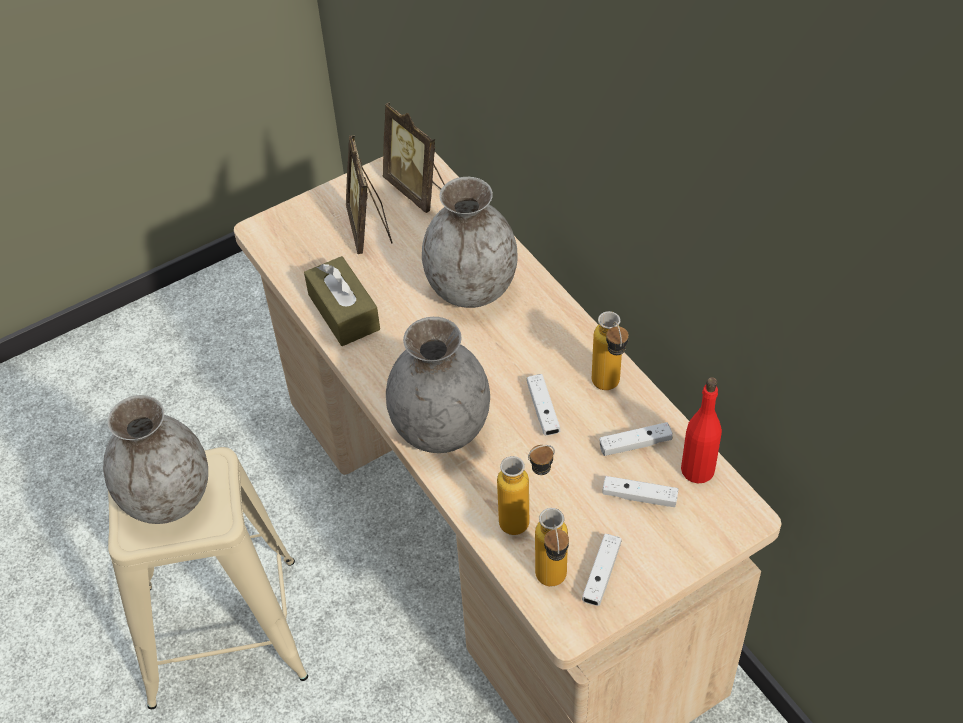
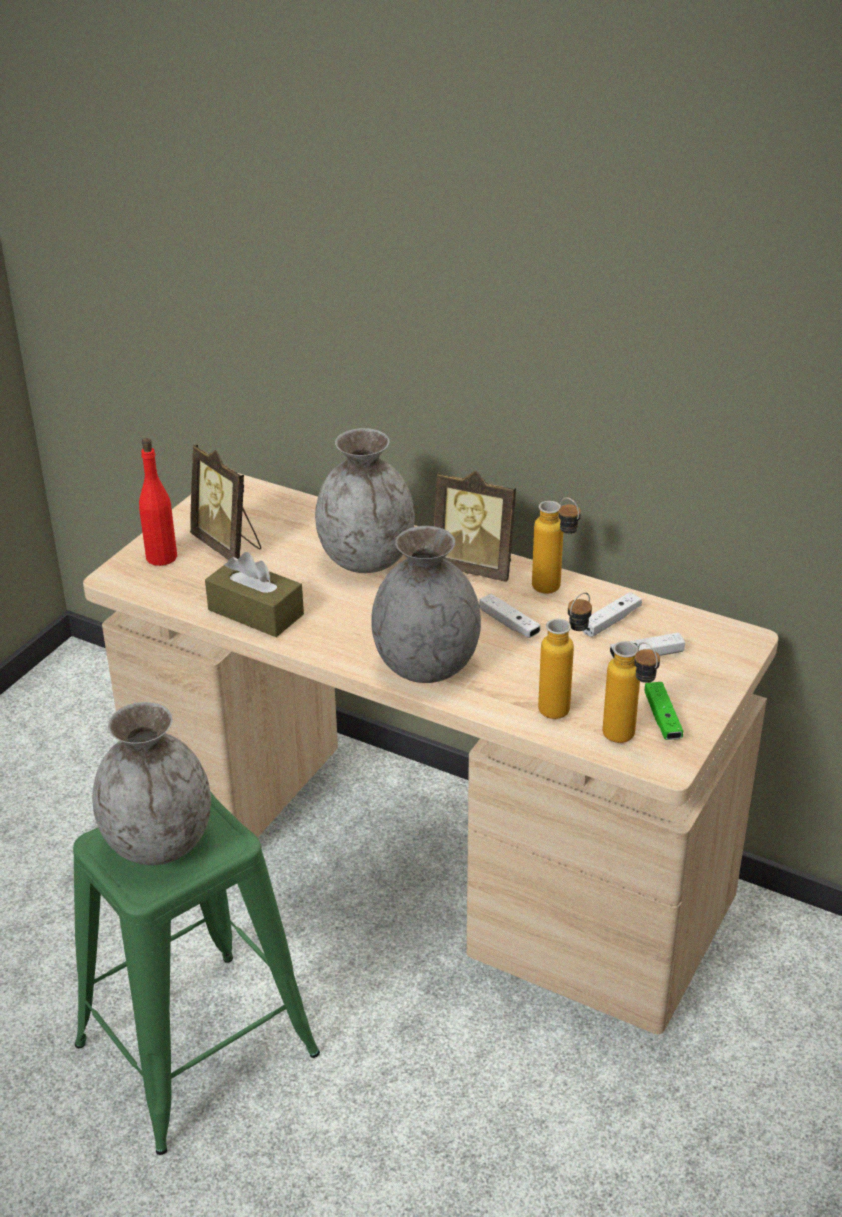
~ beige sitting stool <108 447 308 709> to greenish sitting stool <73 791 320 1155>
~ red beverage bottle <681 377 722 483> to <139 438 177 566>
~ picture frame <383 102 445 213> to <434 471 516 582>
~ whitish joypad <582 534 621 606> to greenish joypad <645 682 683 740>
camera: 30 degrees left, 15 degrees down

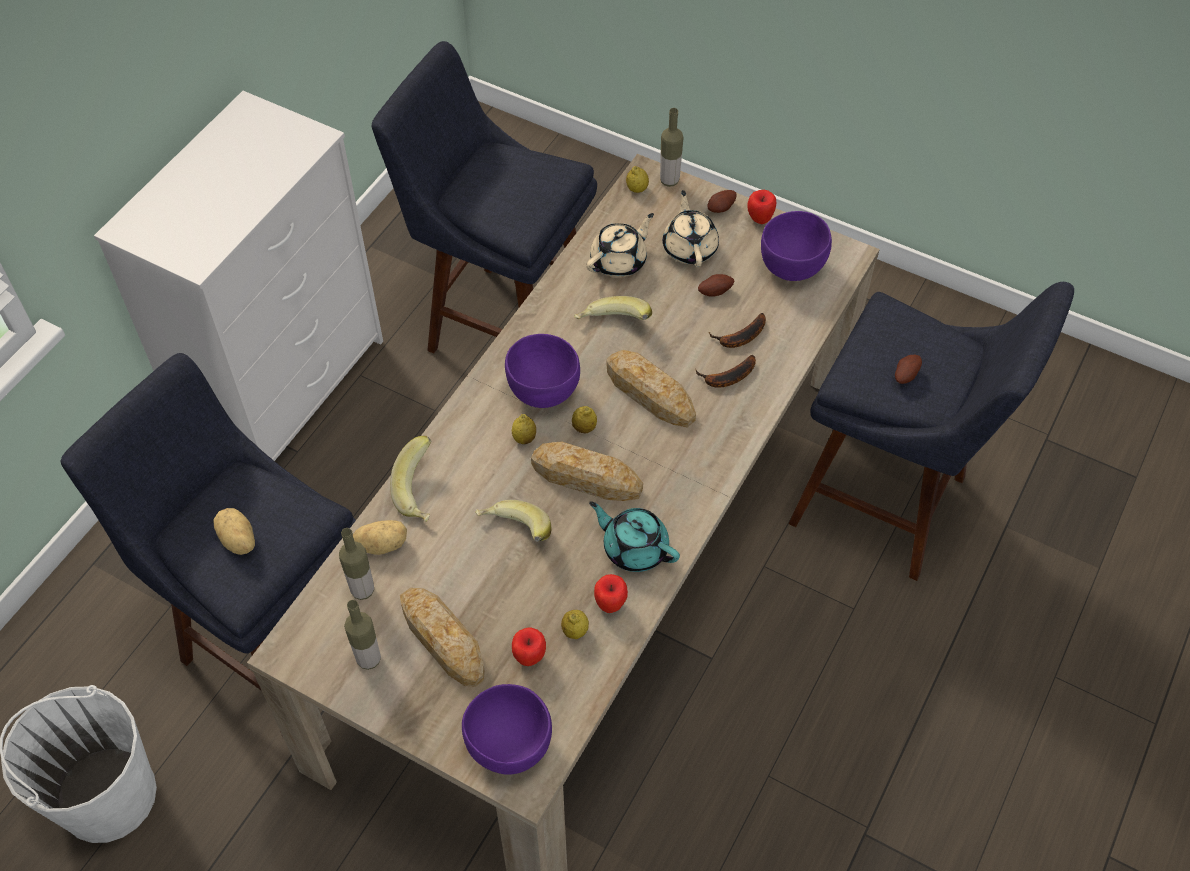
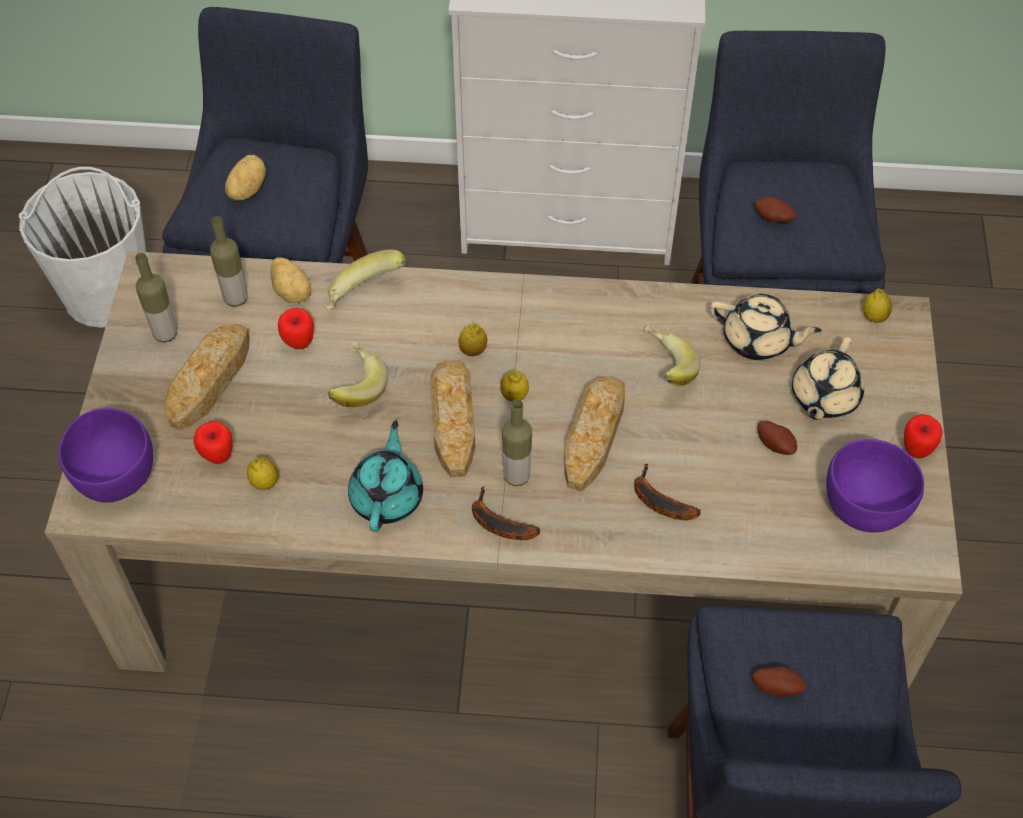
~ whole apple <594 574 628 613> to <278 308 314 349>
~ banana <709 313 766 348> to <472 486 540 540>
~ beverage bottle <660 108 684 187> to <502 400 532 486>
~ potato <707 190 737 213> to <755 197 796 223>
~ beige tea pot <663 190 719 267> = <792 337 864 420> 150 degrees clockwise
- purple bowl <505 334 580 408>
camera: 65 degrees right, 0 degrees up

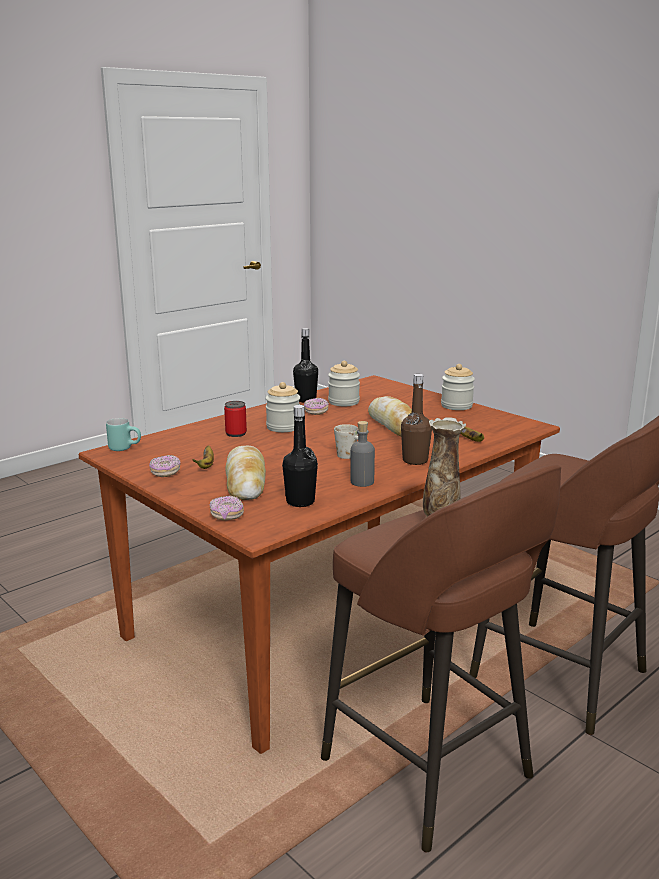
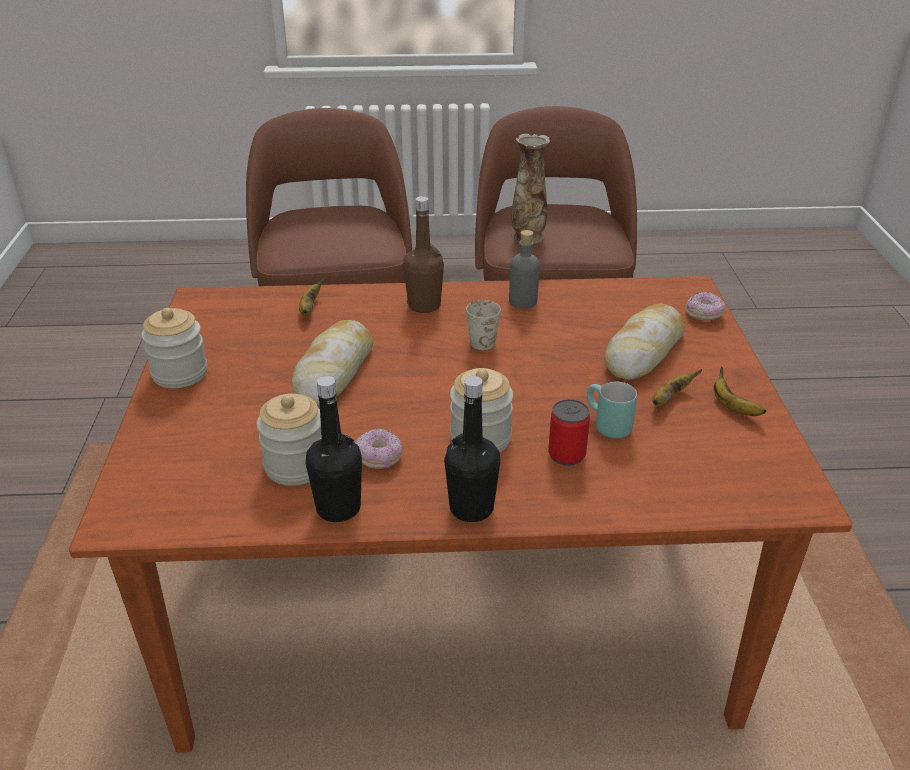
~ black-coloured beverage bottle <282 405 318 507> to <444 376 500 522>
~ turquoise-coloured coffee mug <106 418 141 451> to <587 382 637 438>
~ doughnut <149 455 180 477> to banana <714 366 766 416>
camera: 140 degrees left, 15 degrees up

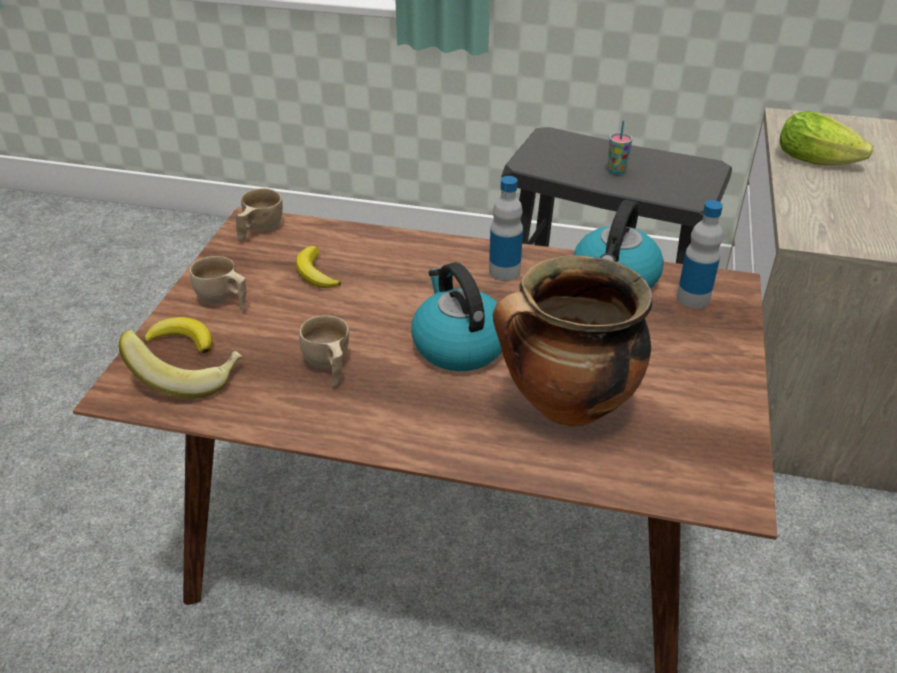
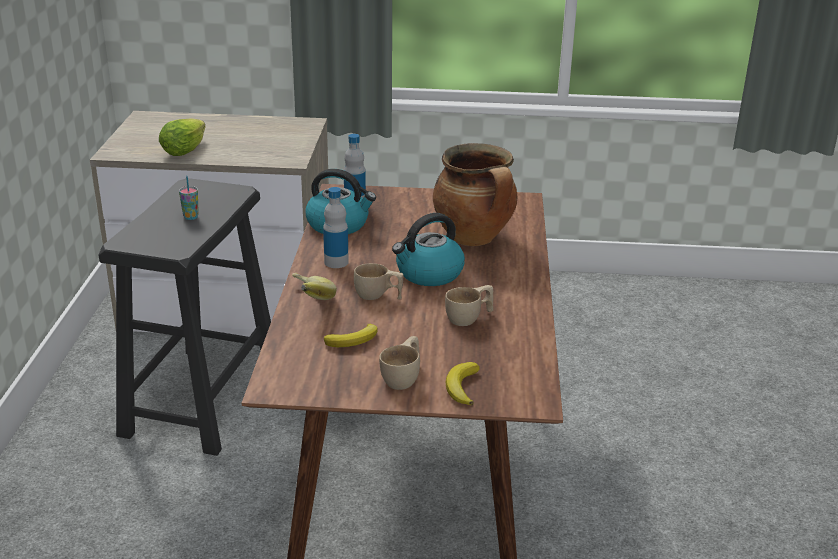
~ banana <119 330 242 399> to <292 273 337 300>
~ beige small cup <235 188 283 241> to <354 263 403 300>
camera: 100 degrees left, 10 degrees down

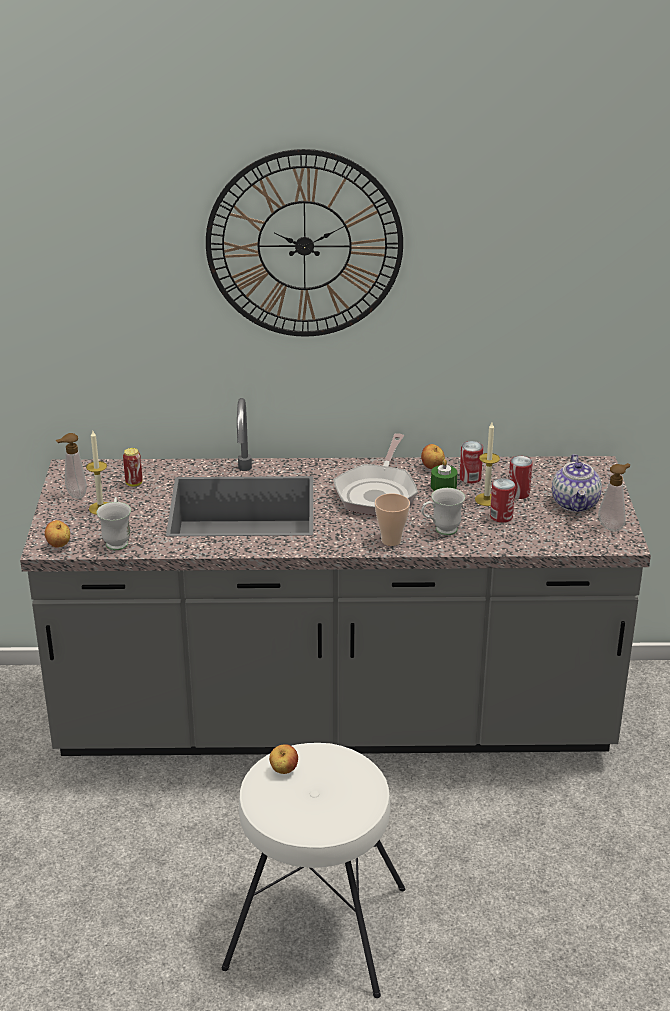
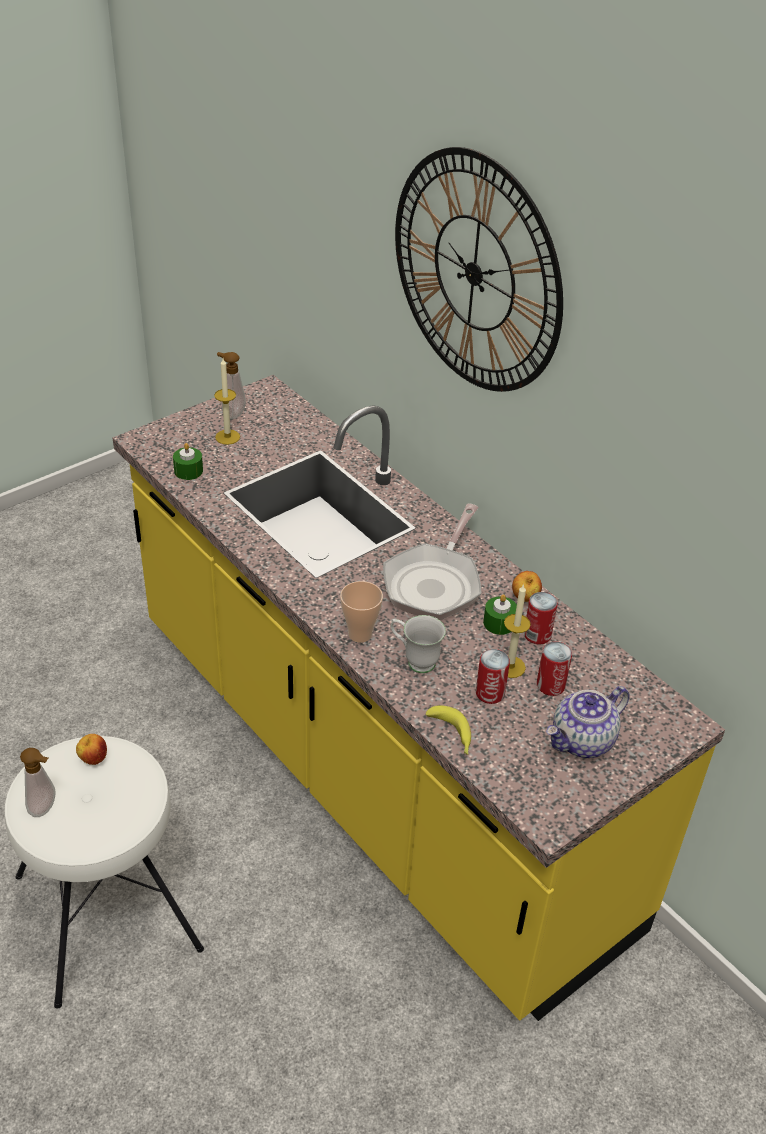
~ soap dispenser <598 463 630 532> to <20 748 56 817>
~ gray kitchen base unit <20 398 651 756> to yellowish kitchen base unit <112 375 725 1021>
~ whitish coffee mug <97 497 131 550> to greenish wax candle <173 443 203 480>
~ skillet <333 433 418 516> = <383 504 482 620> 45 degrees counterclockwise
+ banana <425 705 471 755>
- whole apple <44 520 70 548>
- metal can <123 448 142 487>
camera: 50 degrees right, 10 degrees up

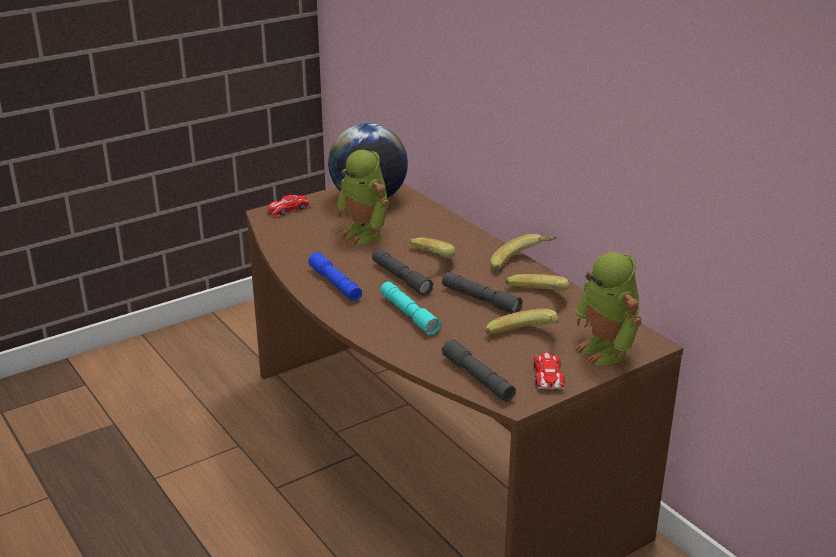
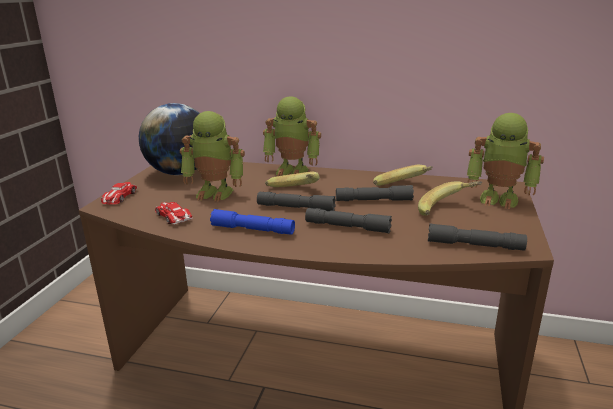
~ miniature car <533 351 565 390> to <155 202 193 224>
+ robot figure <263 96 321 176>
~ turquoise-coloured hand torch <380 282 441 335> to gray hand torch <305 208 392 233>
- banana <490 234 557 270>
camera: 40 degrees left, 5 degrees down

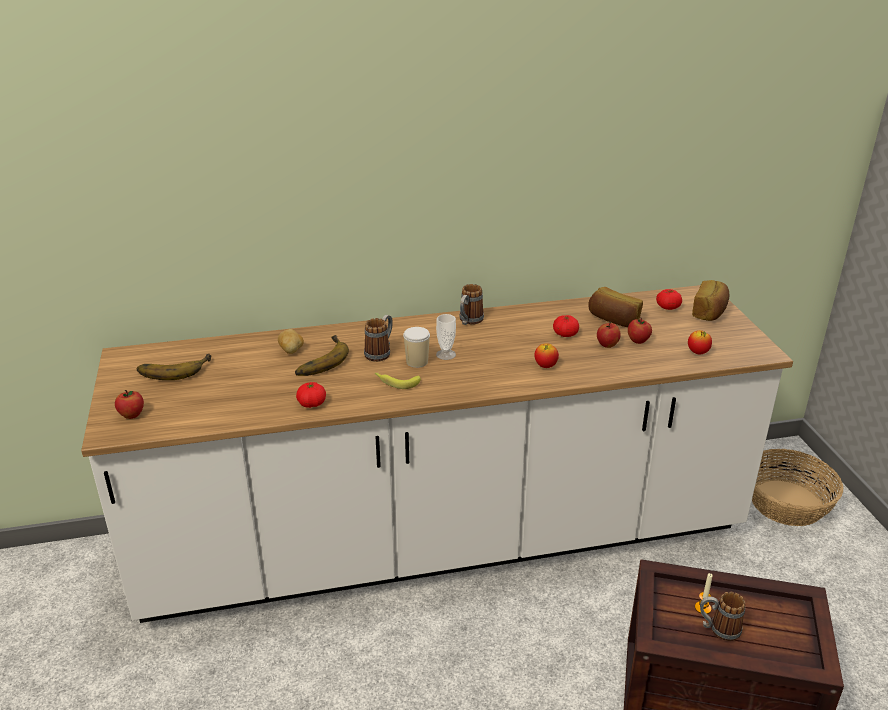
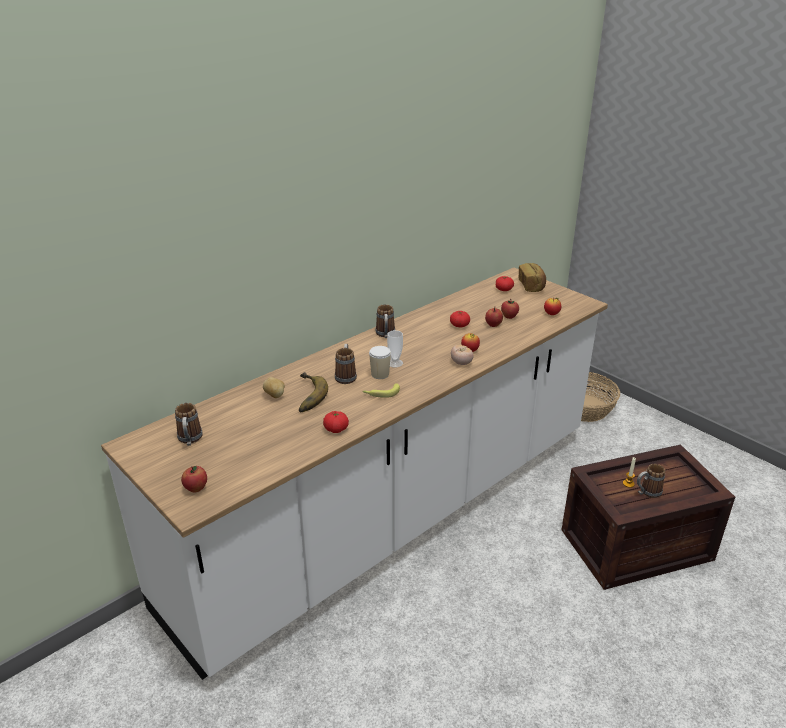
~ banana <137 354 211 380> to coffee mug <175 403 203 446>
+ whole tomato <451 345 474 365>
- baked bread <588 287 643 327>
camera: 30 degrees left, 0 degrees up

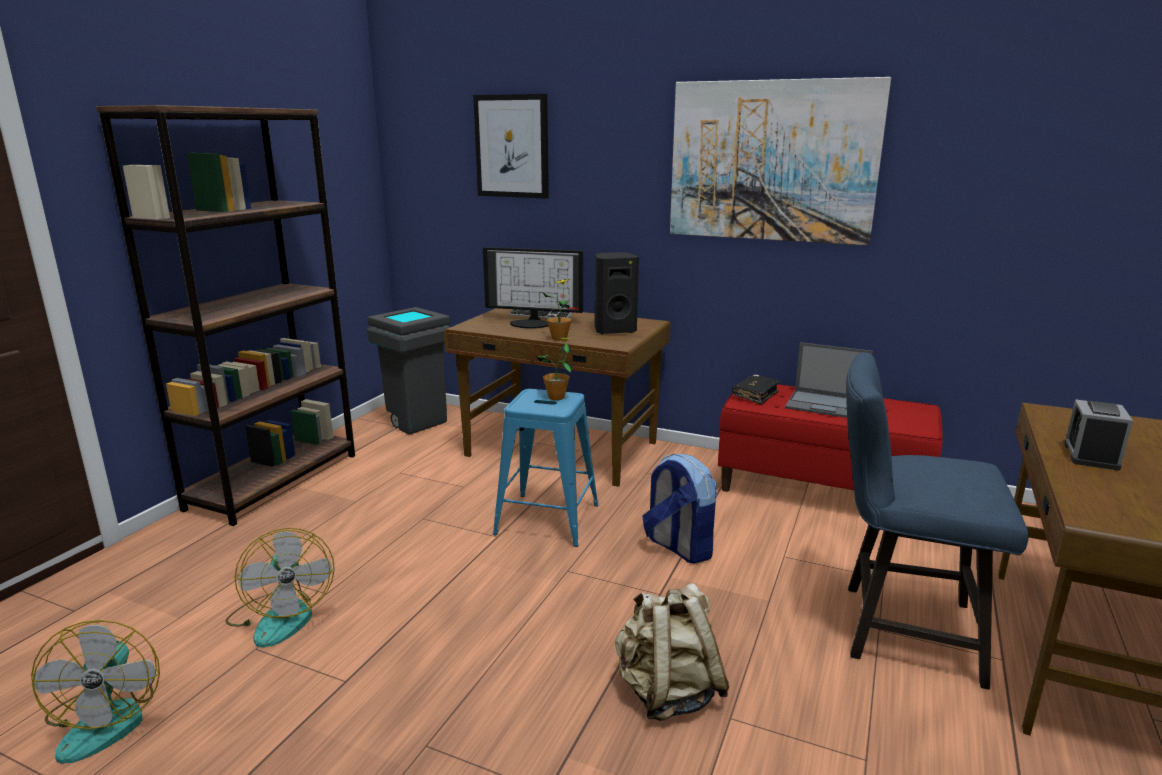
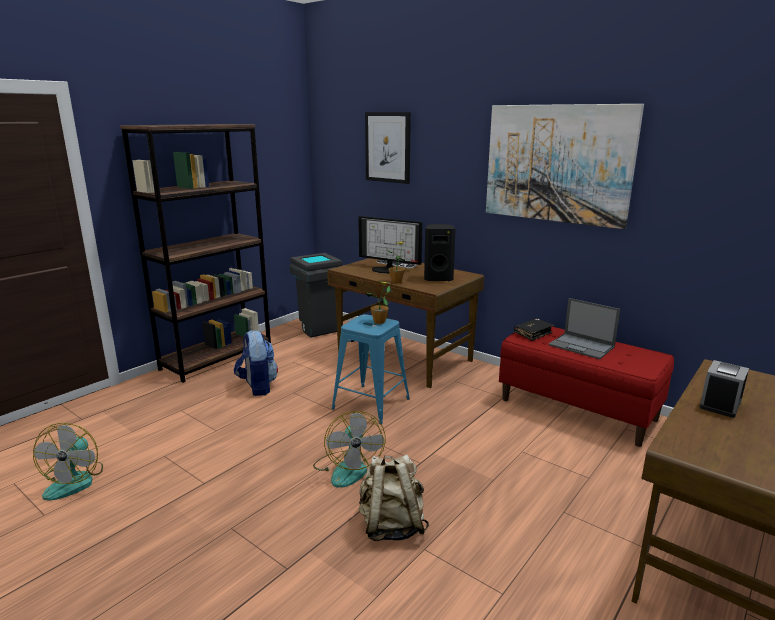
~ backpack <642 454 717 564> to <234 330 278 396>
~ fan <226 528 335 647> to <313 411 385 488>
- blue upright chair <846 352 1029 690>
camera: 15 degrees right, 0 degrees up

